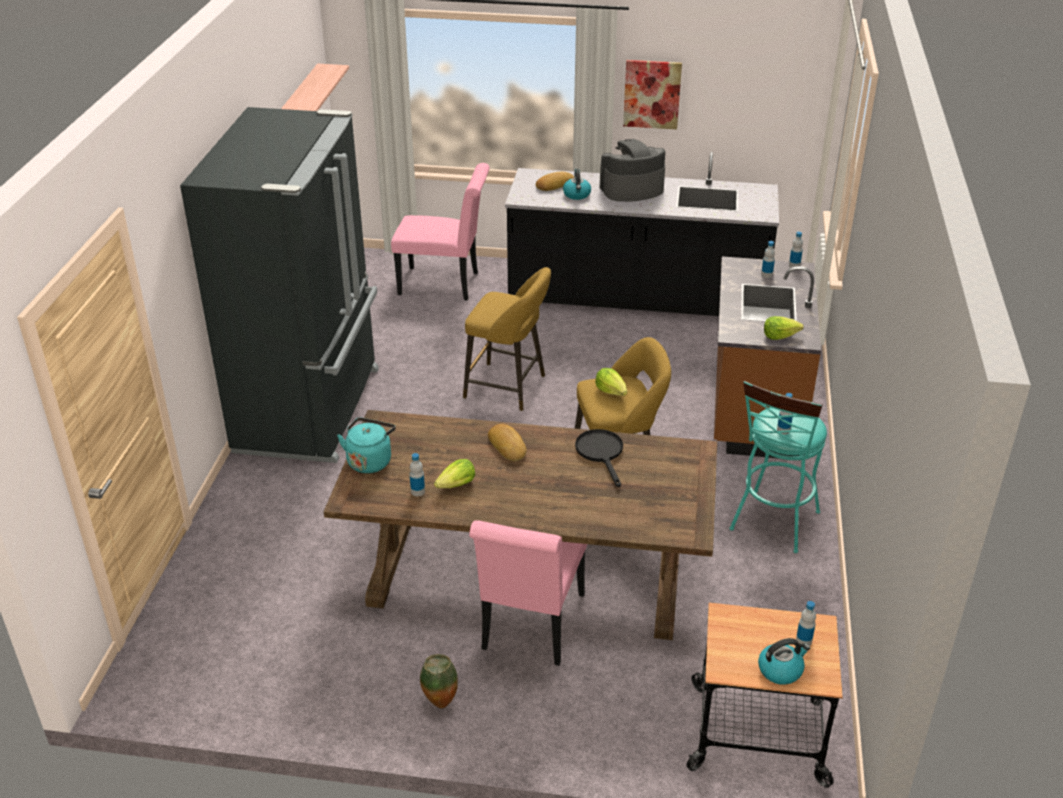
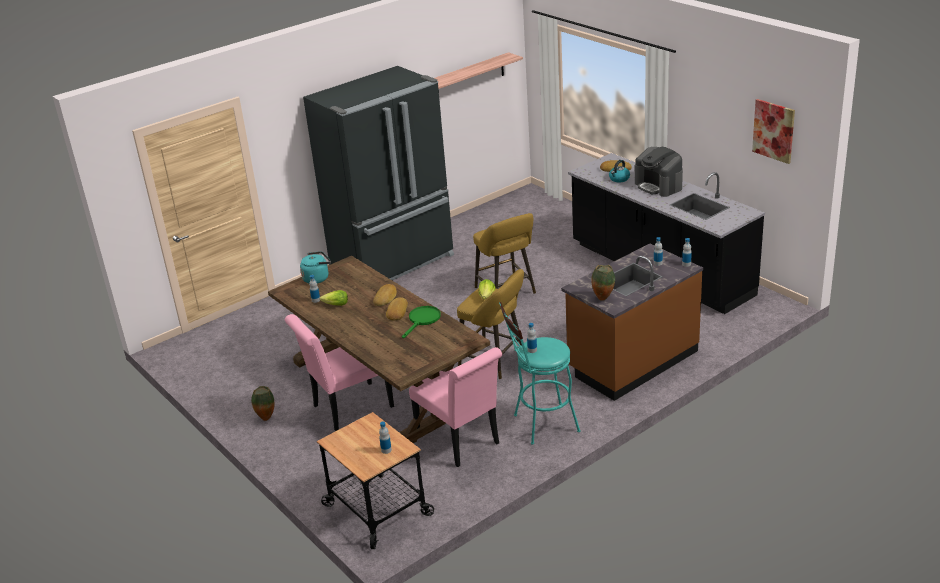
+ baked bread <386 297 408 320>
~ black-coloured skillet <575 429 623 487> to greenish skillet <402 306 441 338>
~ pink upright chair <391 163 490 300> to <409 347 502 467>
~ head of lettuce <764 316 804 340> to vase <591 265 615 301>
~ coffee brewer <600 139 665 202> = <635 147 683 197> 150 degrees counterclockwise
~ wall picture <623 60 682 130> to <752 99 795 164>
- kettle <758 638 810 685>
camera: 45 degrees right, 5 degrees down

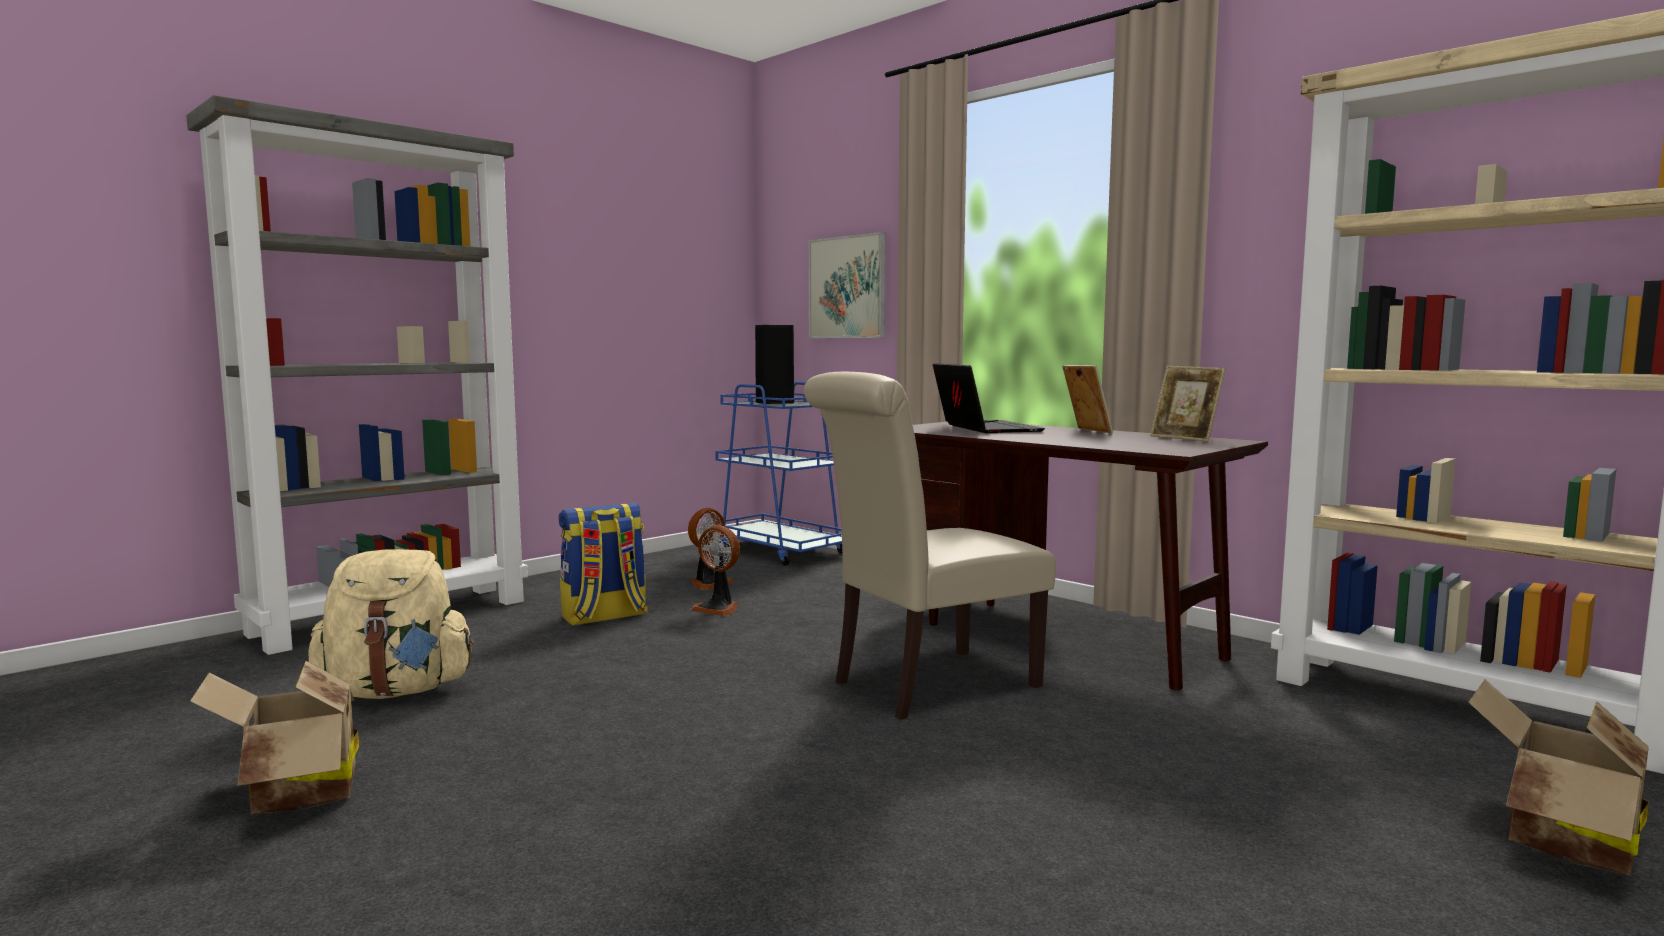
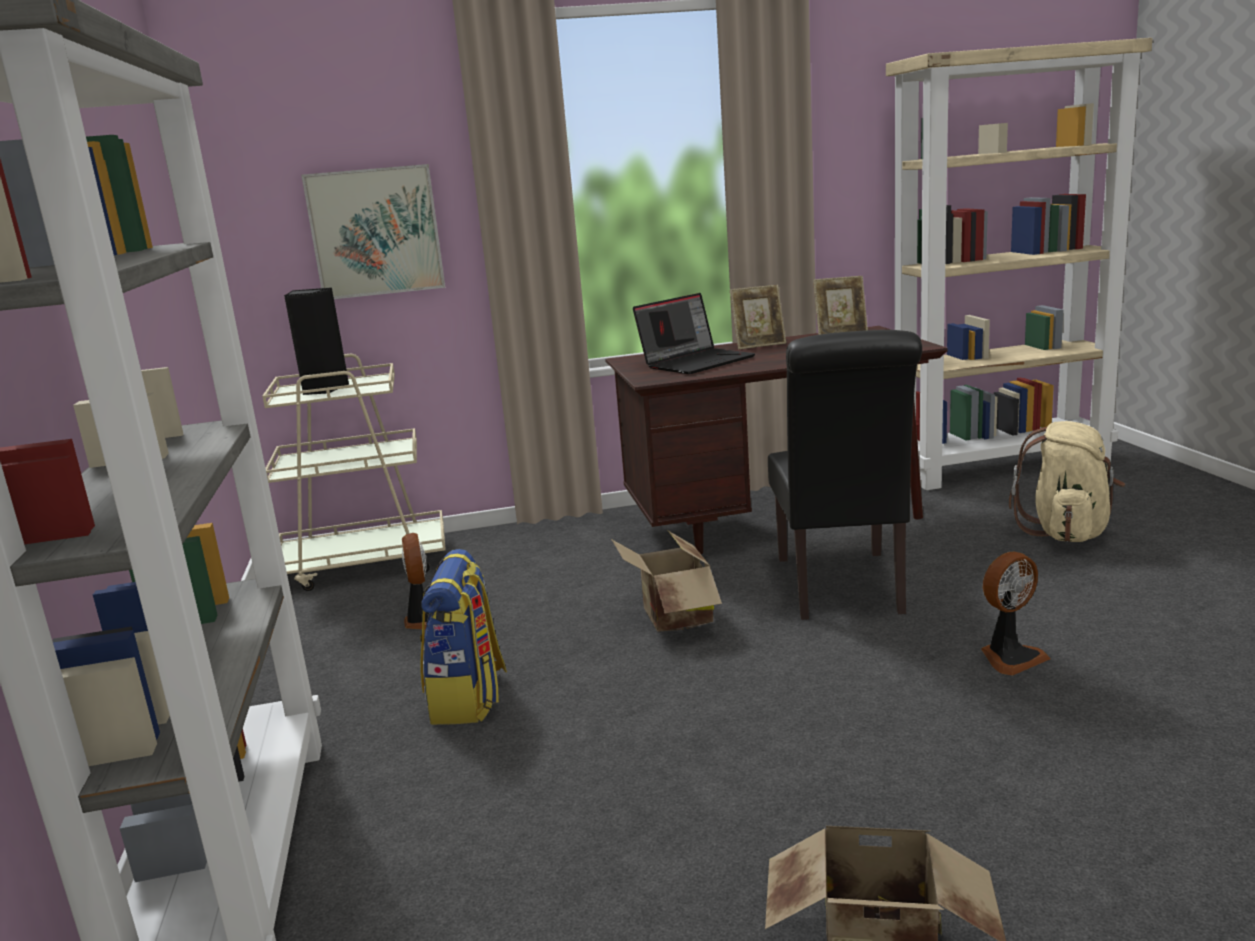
~ blue wheeled cart <711 382 842 566> to beige wheeled cart <262 354 446 591>
~ cardboard box <1468 679 1649 876> to <611 530 722 632>
~ laptop <933 363 1045 433> = <633 293 755 374> 120 degrees clockwise
~ picture frame <1062 365 1113 433> = <730 285 786 350> 150 degrees clockwise
~ beige upright chair <804 372 1056 720> to black-coloured upright chair <768 330 922 620>
~ fan <690 525 740 616> to <981 552 1050 676>
~ beige backpack <309 549 475 699> to <1009 421 1126 542>
camera: 55 degrees left, 10 degrees up

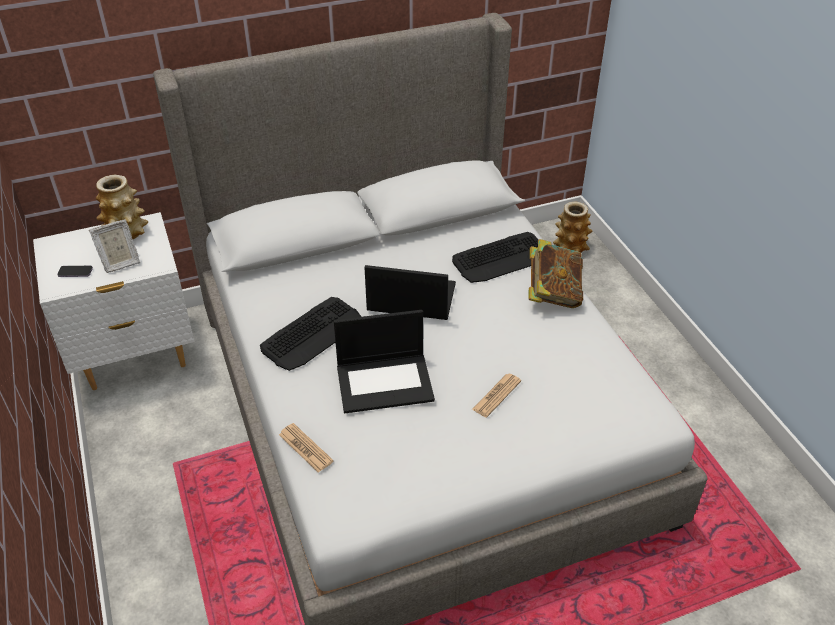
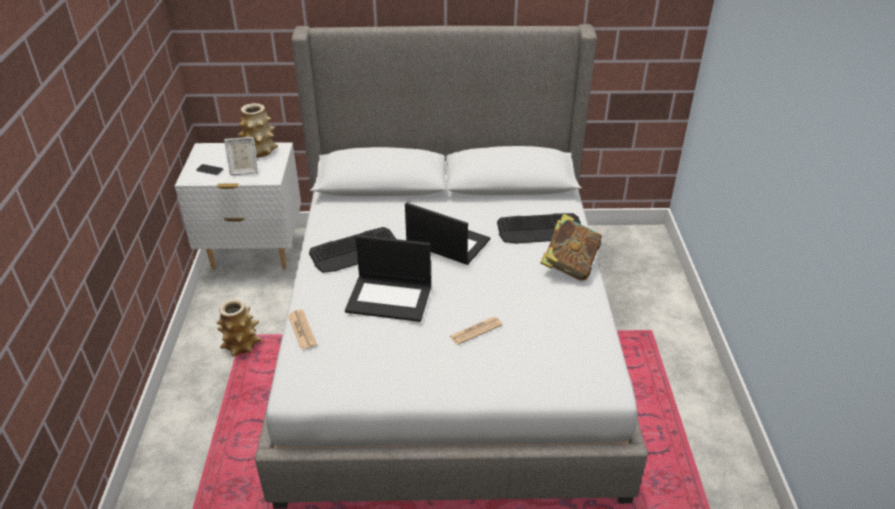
~ vase <553 202 593 253> to <217 299 261 356>
camera: 20 degrees right, 5 degrees down

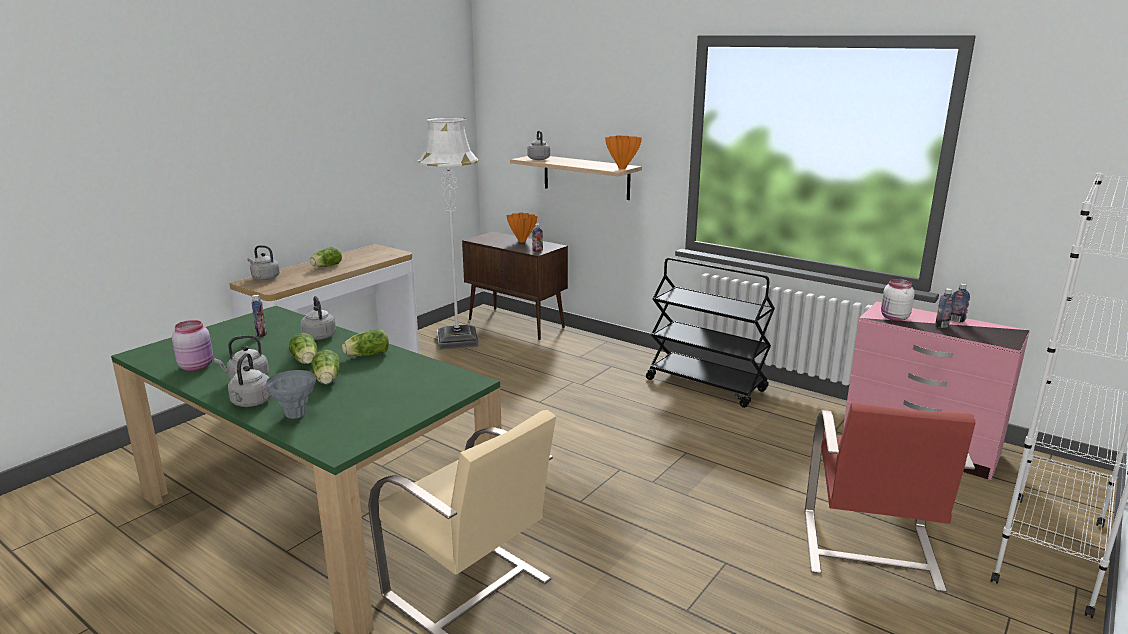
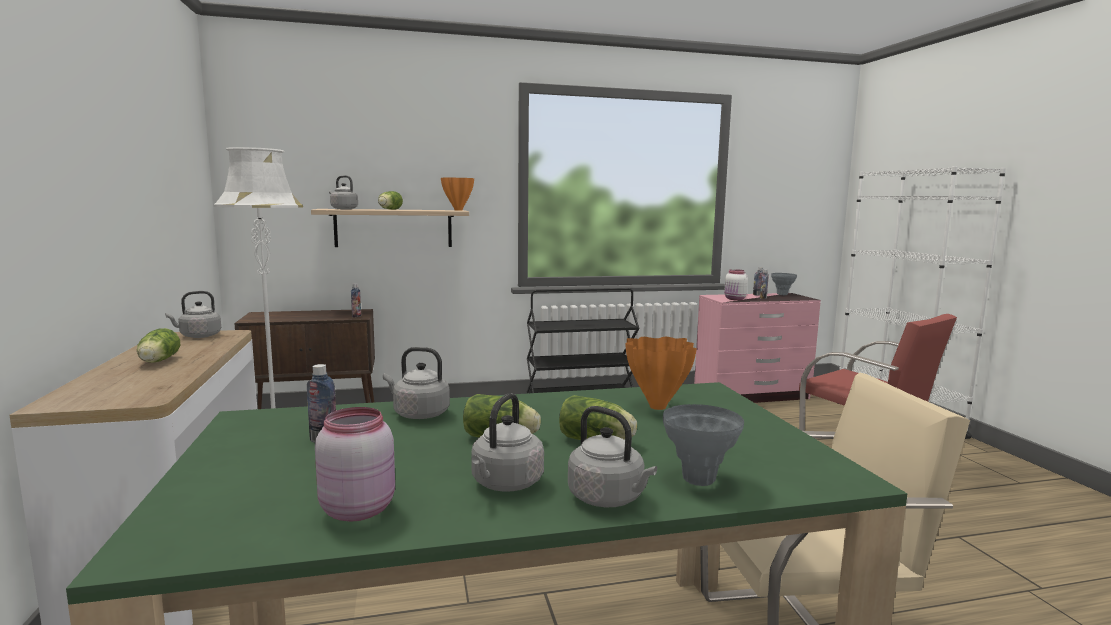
~ gray kettle <247 245 280 280> to <165 291 221 338>
~ head of lettuce <342 329 389 356> to <378 191 403 210>
~ orangey vase <507 212 537 243> to <625 337 697 410>
+ gray vase <771 273 797 295>
camera: 50 degrees left, 10 degrees down

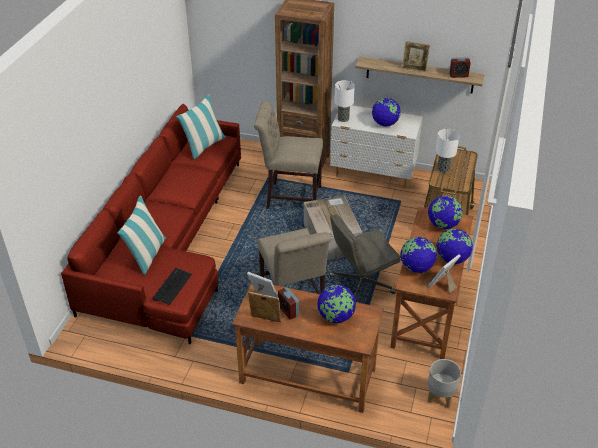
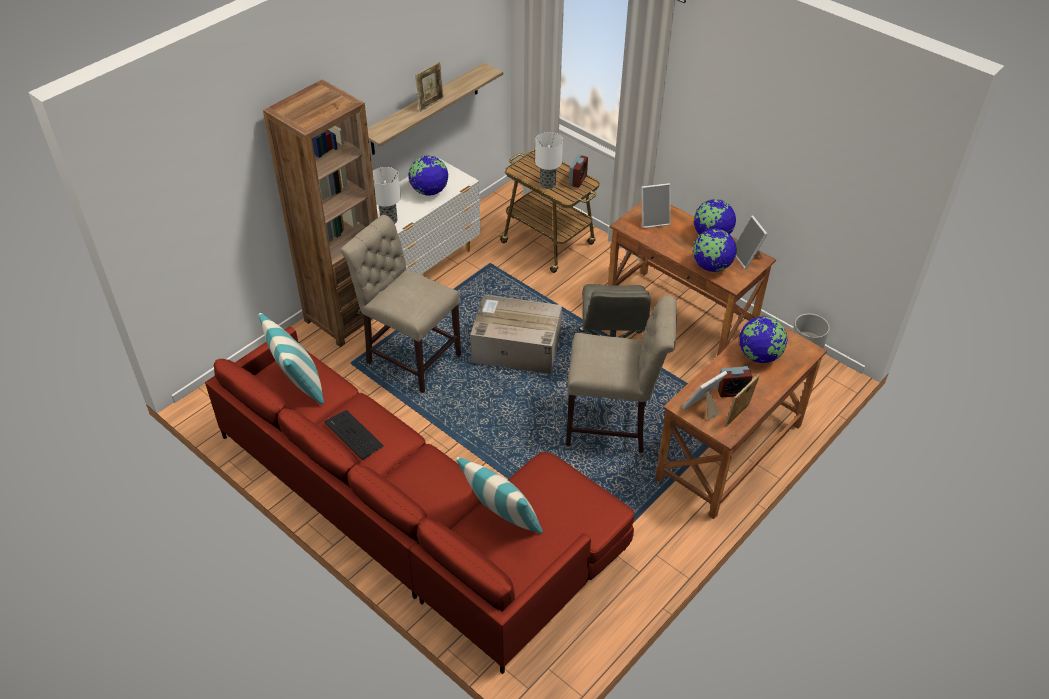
~ computer keyboard <152 268 192 305> to <324 410 384 460>
~ beige upright chair <254 101 323 209> = <341 215 461 393> 90 degrees clockwise
~ alarm clock <449 57 471 78> to <569 155 588 188>
~ desk globe <428 195 463 229> to picture frame <641 183 670 228>
camera: 65 degrees left, 5 degrees up

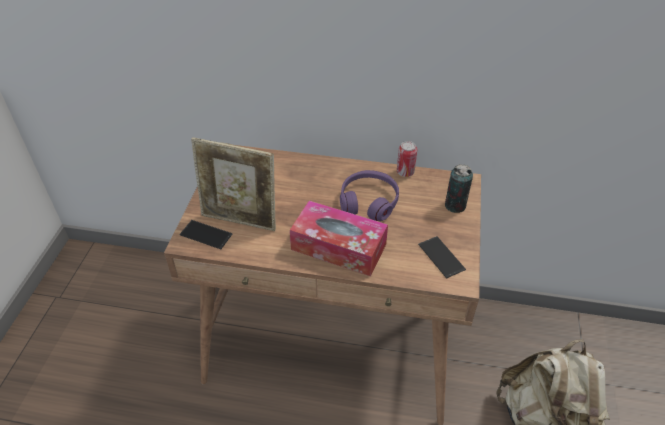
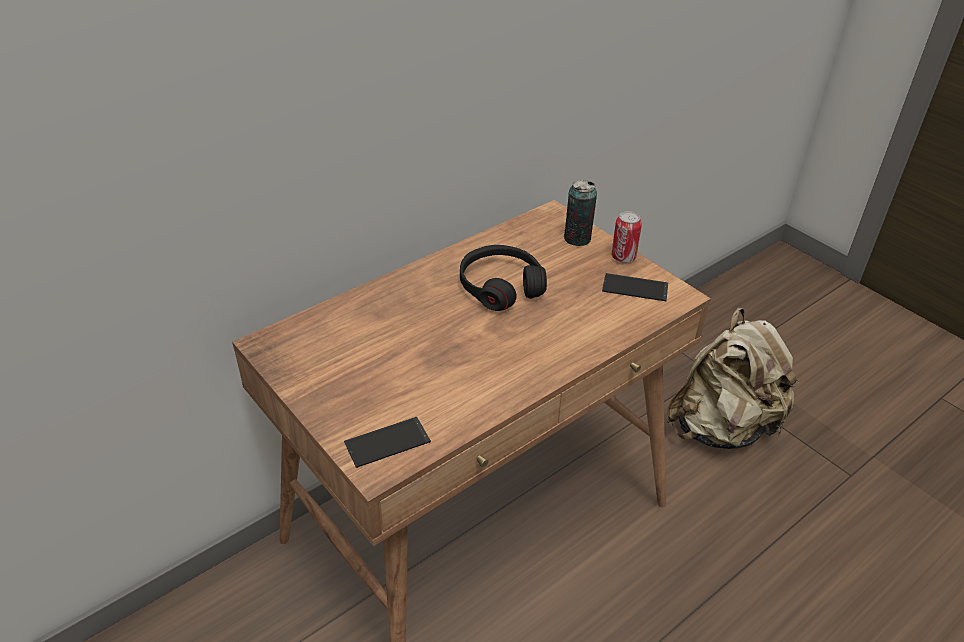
~ purple pair of headphones <340 170 399 221> to black-coloured pair of headphones <460 245 547 311>
~ metal can <397 141 417 177> to <611 211 642 263>
- picture frame <191 137 276 231>
- tissue holder <290 201 388 276>
camera: 50 degrees left, 5 degrees down

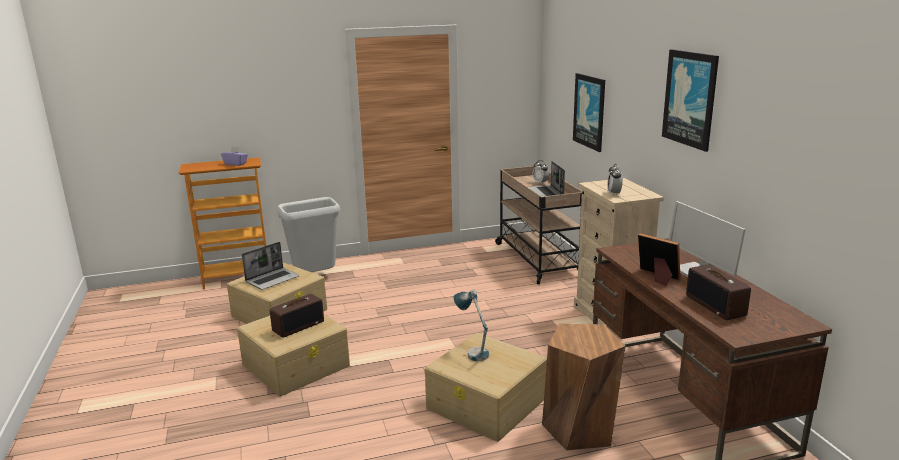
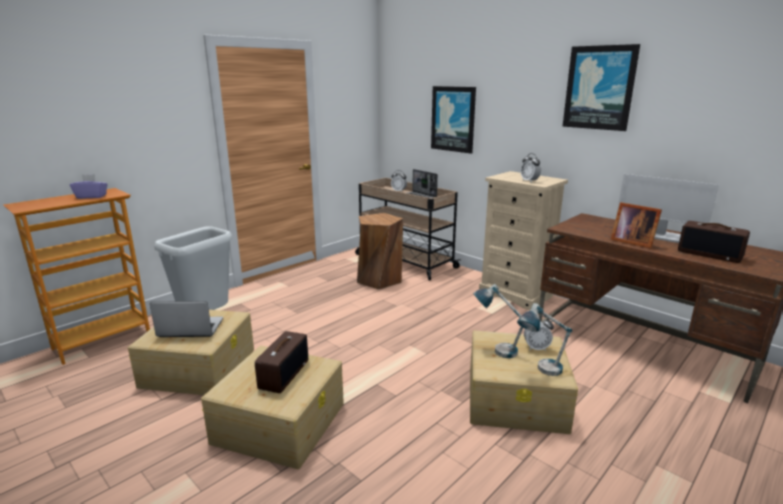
~ laptop <242 242 300 290> = <150 301 223 337> 105 degrees counterclockwise
~ brownish sitting stool <542 324 625 451> to <357 213 403 290>
+ table lamp <517 303 572 376>
+ alarm clock <524 315 554 351>
~ picture frame <638 233 680 286> = <611 202 662 248> 150 degrees counterclockwise
camera: 30 degrees left, 0 degrees up

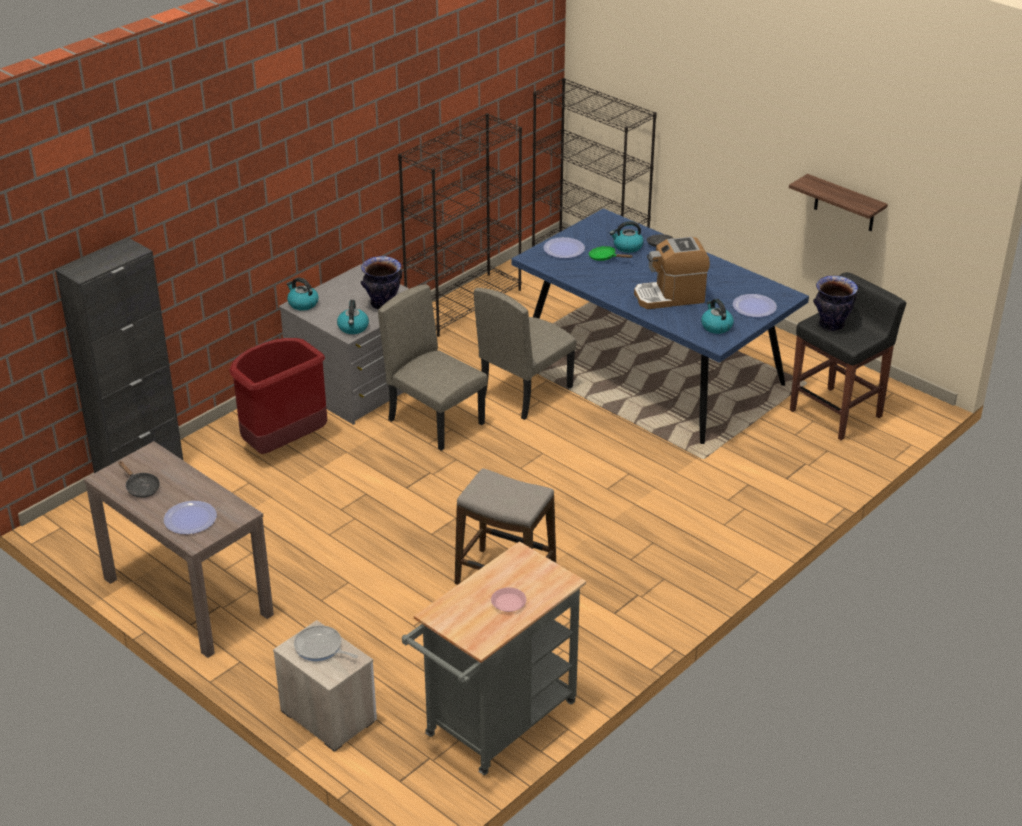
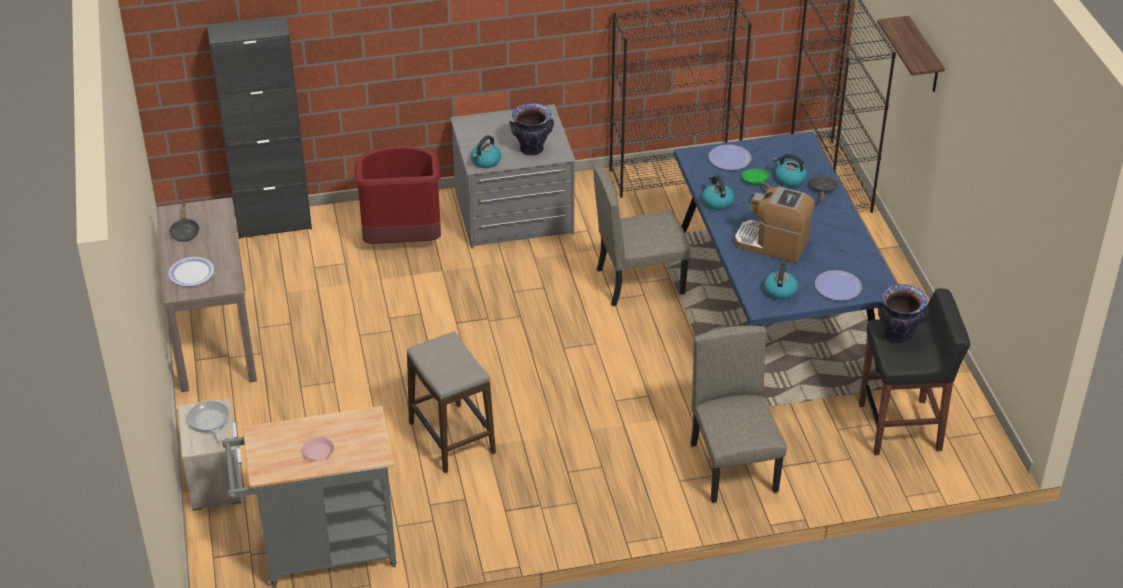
~ beige upright chair <378 284 487 451> to <690 326 787 503>
~ kettle <287 277 319 311> to <702 175 734 210>
~ shelf <789 174 888 231> to <877 16 945 92>
camera: 35 degrees right, 5 degrees up

